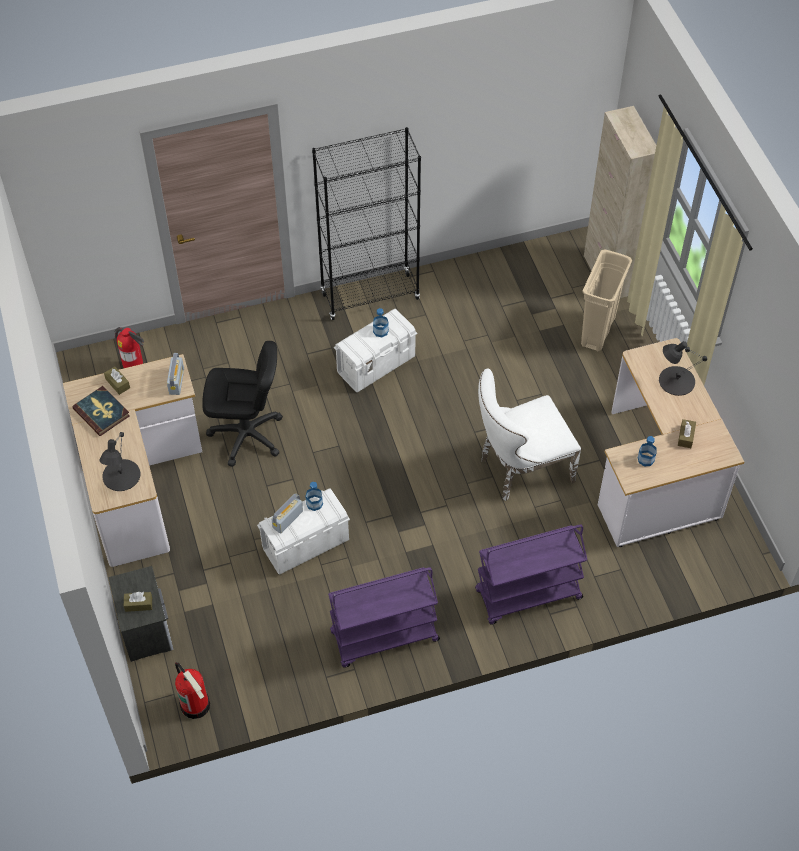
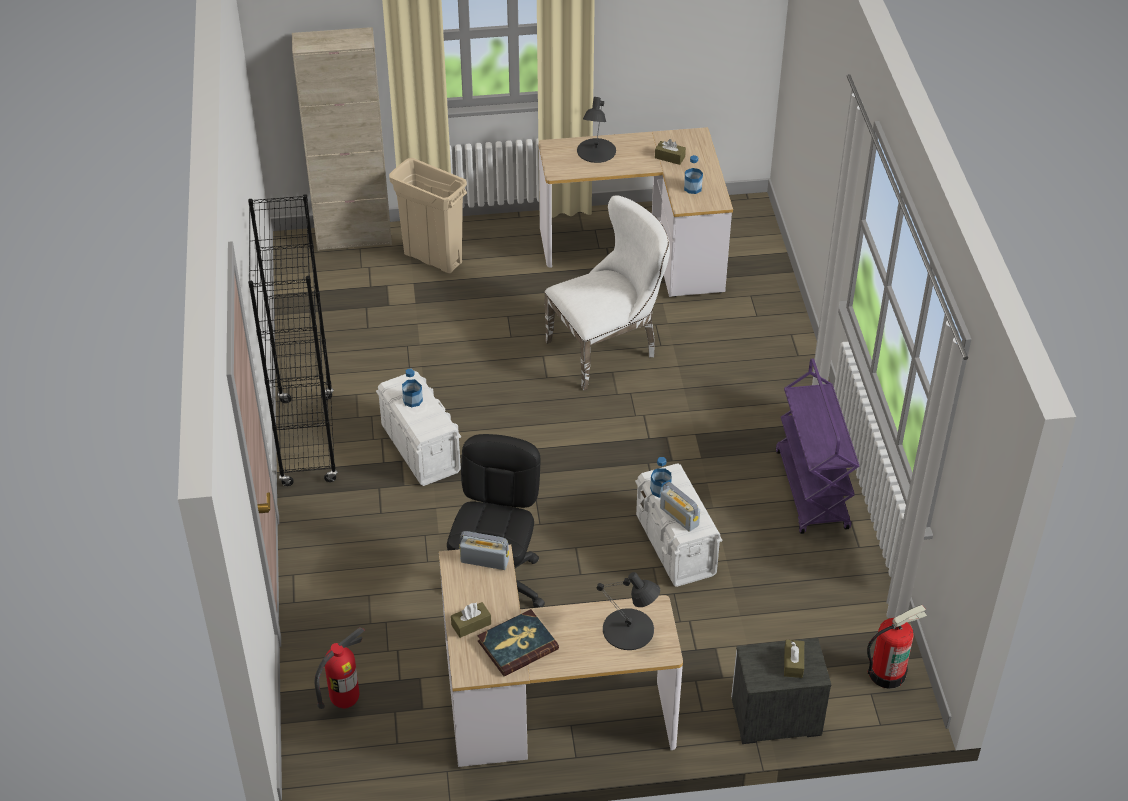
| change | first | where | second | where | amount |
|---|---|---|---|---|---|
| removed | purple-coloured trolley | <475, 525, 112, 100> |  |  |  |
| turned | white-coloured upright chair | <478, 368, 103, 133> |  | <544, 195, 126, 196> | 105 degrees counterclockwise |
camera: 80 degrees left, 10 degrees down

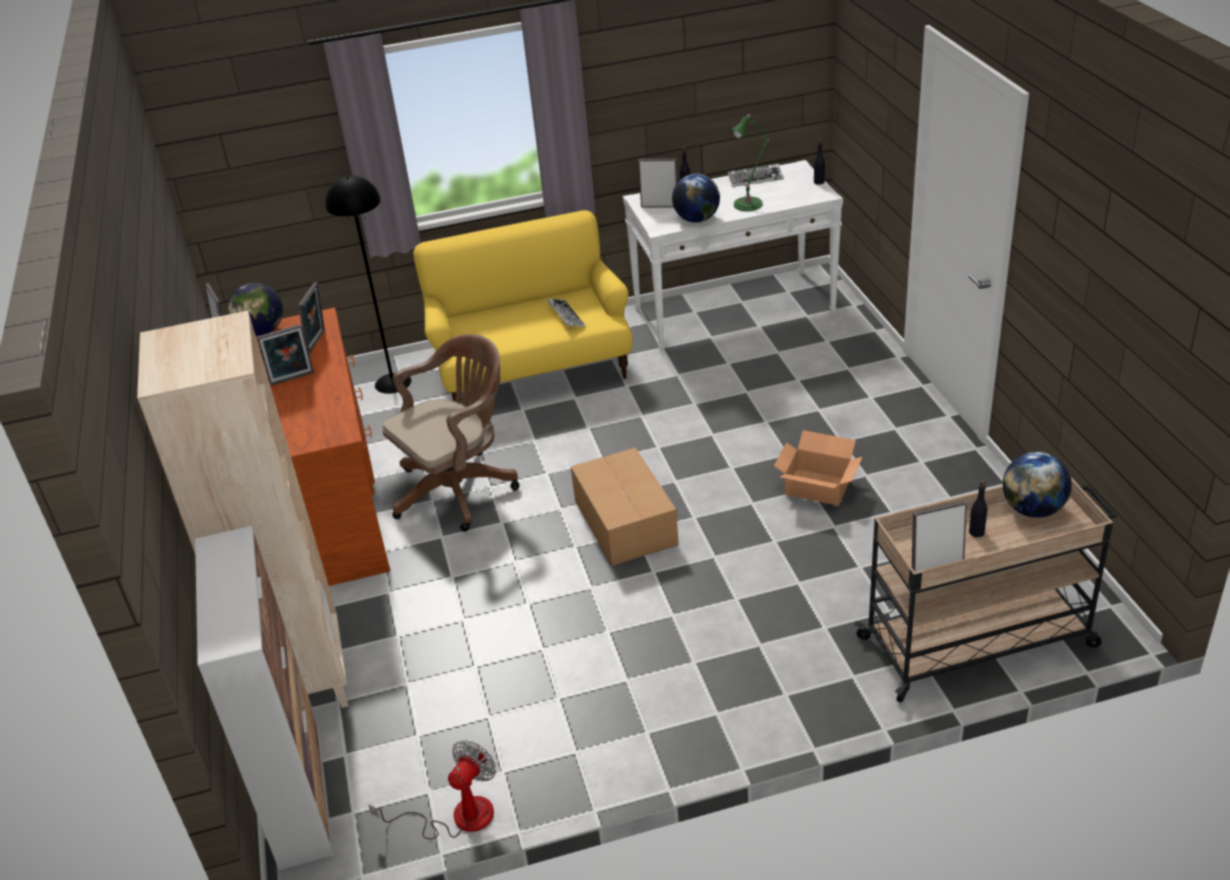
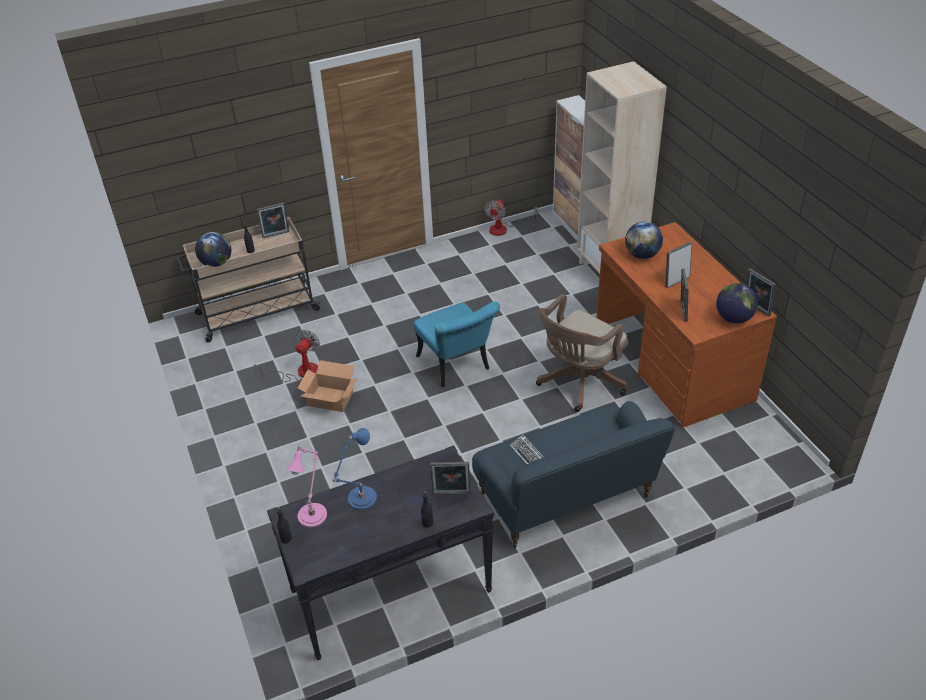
| change | first | where | second | where | amount |
|---|---|---|---|---|---|
| removed | blackish floor lamp | <325, 176, 86, 218> |  |  |  |
| recoloured | yellowish sofa | <413, 210, 220, 191> | blue sofa | <472, 401, 203, 147> |  |
| replaced | cardboard box | <571, 447, 108, 119> | turquoise upright chair | <414, 301, 86, 86> |  |
| recoloured | white-coloured hall table | <623, 160, 220, 191> | blackish hall table | <267, 445, 227, 216> |  |
| moved | desk globe | <672, 174, 48, 48> |  | <625, 221, 38, 38> |  |
| removed | PC keyboard | <728, 164, 56, 23> |  |  |  |
| recoloured | green-coloured table lamp | <730, 113, 39, 98> | blue table lamp | <333, 428, 44, 82> |  |
| added |  |  | fan | <254, 330, 66, 52> |  |
| added |  |  | pink-coloured table lamp | <286, 446, 41, 81> |  |
camera: 170 degrees right, 5 degrees up

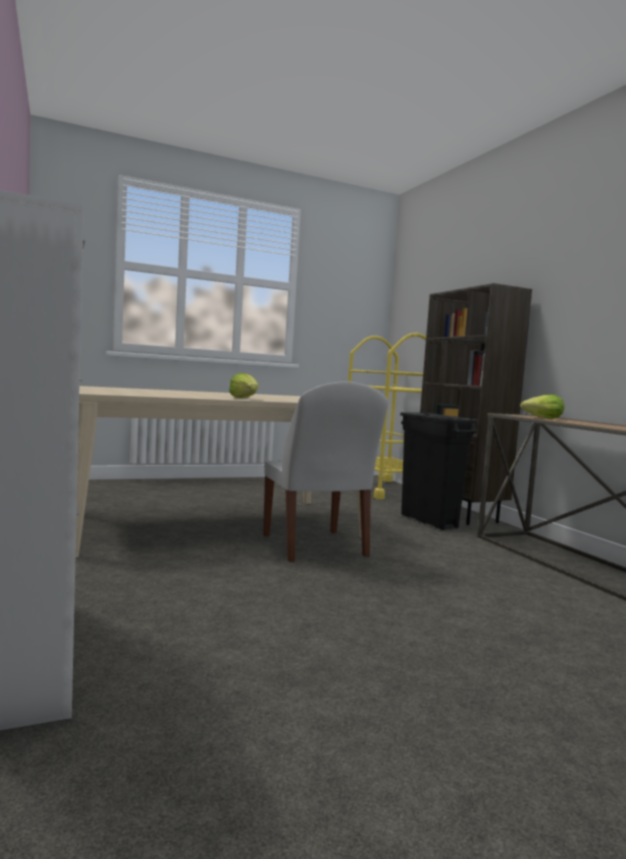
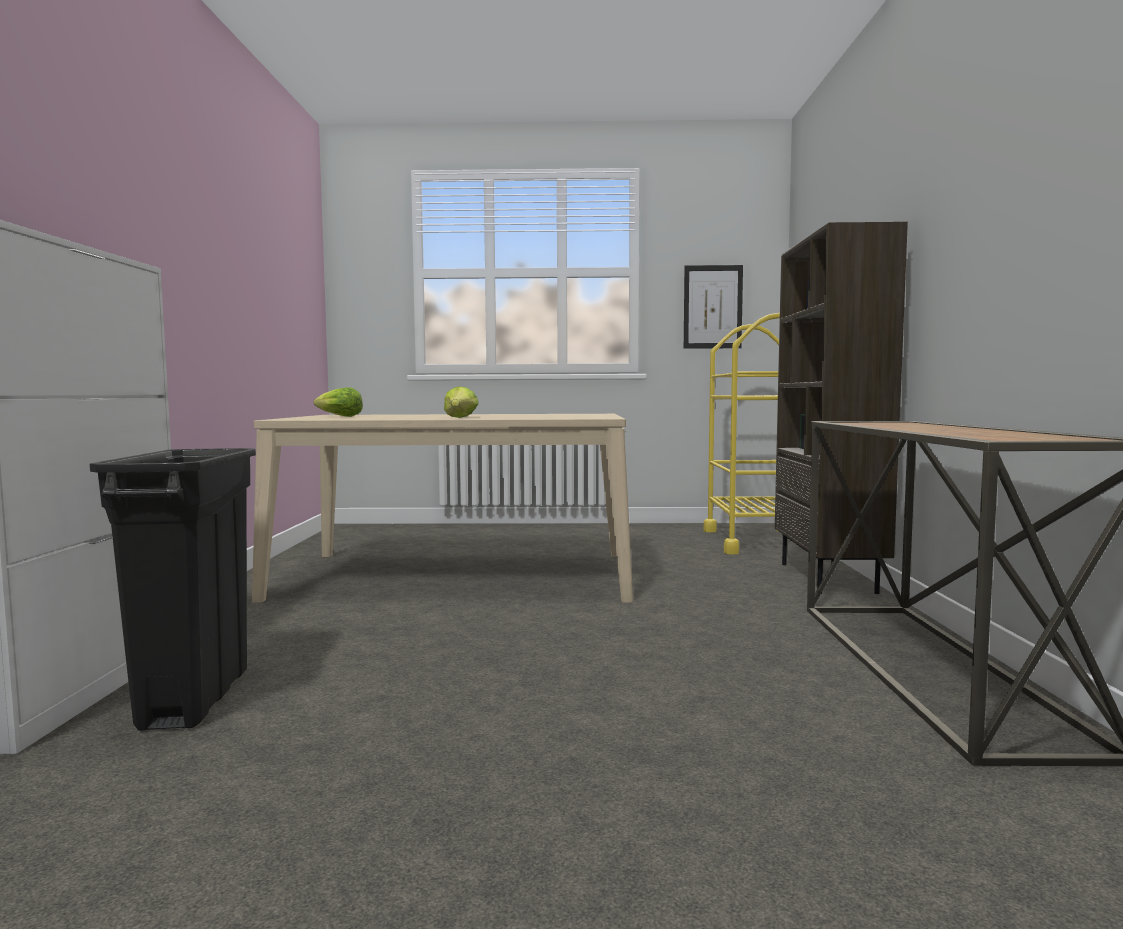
| change | first | where | second | where | amount |
|---|---|---|---|---|---|
| removed | white-coloured upright chair | <263, 381, 125, 181> |  |  |  |
| moved | blackish rubbish bin | <400, 412, 78, 118> |  | <90, 448, 166, 283> |  |
| moved | head of lettuce | <520, 395, 44, 24> |  | <314, 387, 49, 30> |  |
| added |  |  | wall art | <684, 265, 59, 84> |  |
camera: 25 degrees right, 0 degrees up

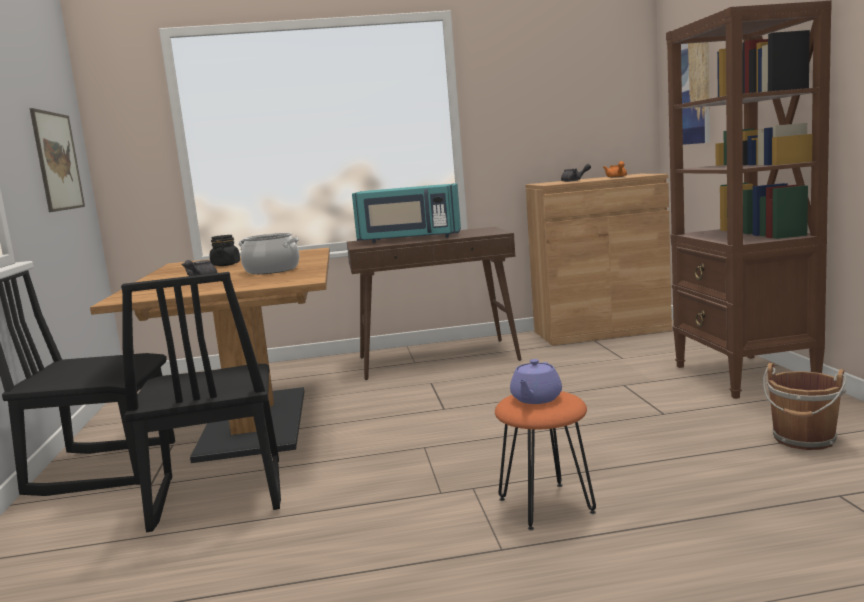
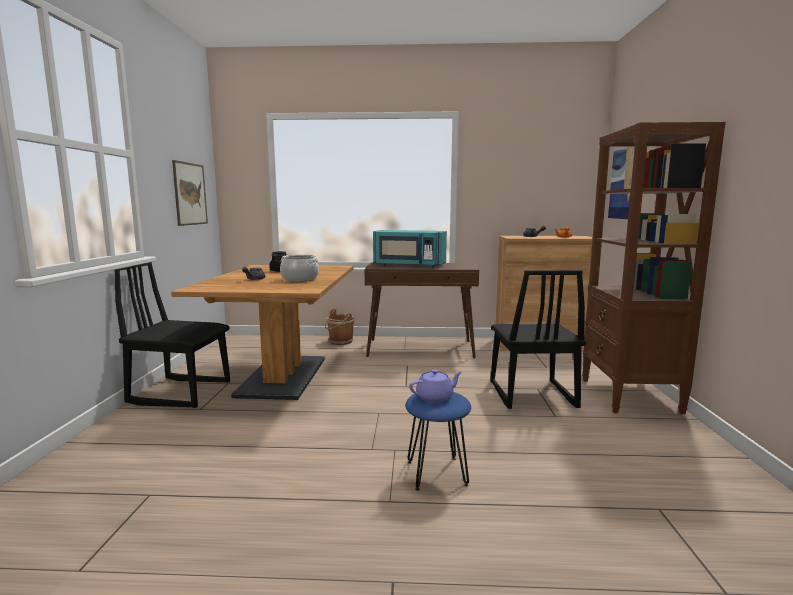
| change | first | where | second | where | amount |
|---|---|---|---|---|---|
| moved | blackish upright chair | <121, 272, 160, 260> |  | <491, 270, 95, 139> |  |
| recoloured | orange-coloured stool | <495, 391, 101, 139> | blue stool | <405, 392, 66, 99> |  |
| turned | purple-coloured teapot | <510, 359, 52, 45> |  | <409, 369, 53, 34> | 150 degrees counterclockwise |
| moved | brownish pail | <763, 363, 83, 87> |  | <325, 309, 30, 36> |  |
camera: 10 degrees right, 0 degrees up

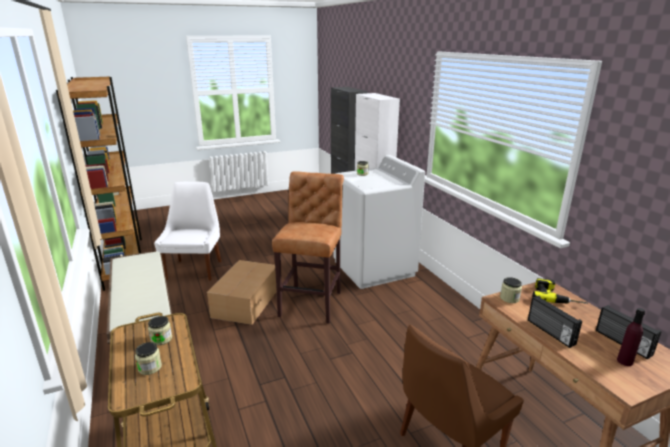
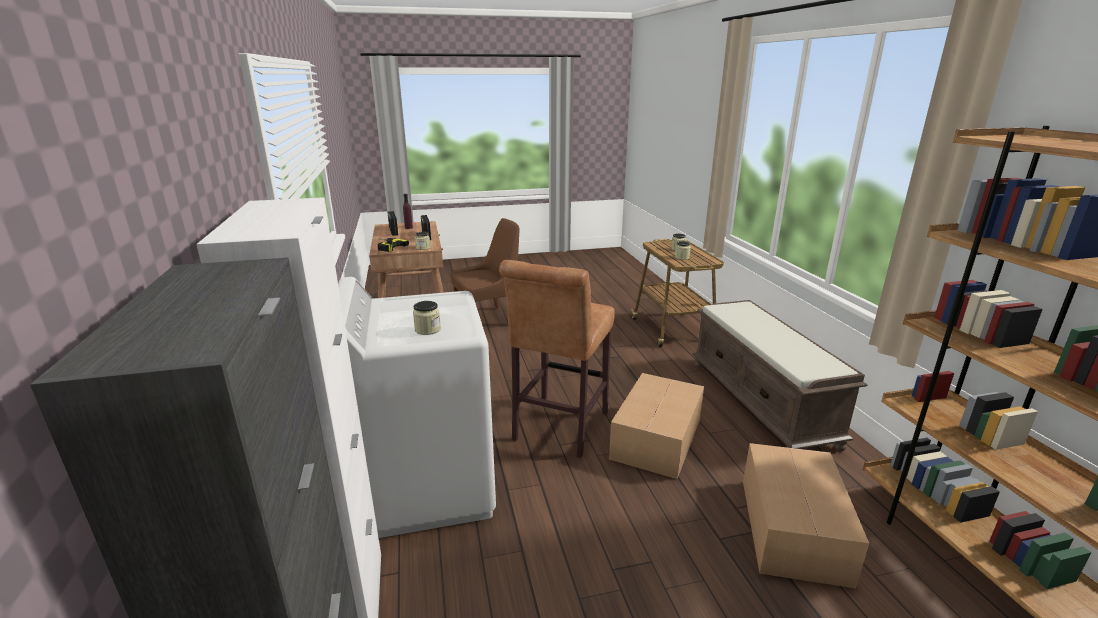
| change | first | where | second | where | amount |
|---|---|---|---|---|---|
| replaced | white-coloured upright chair | <154, 181, 67, 99> | cardboard box | <743, 443, 126, 145> |  |
camera: 170 degrees left, 0 degrees up

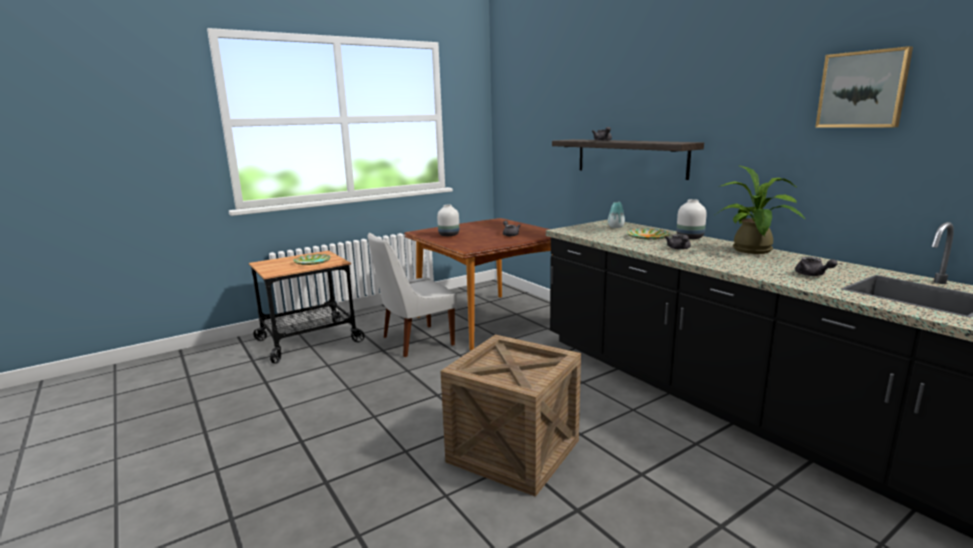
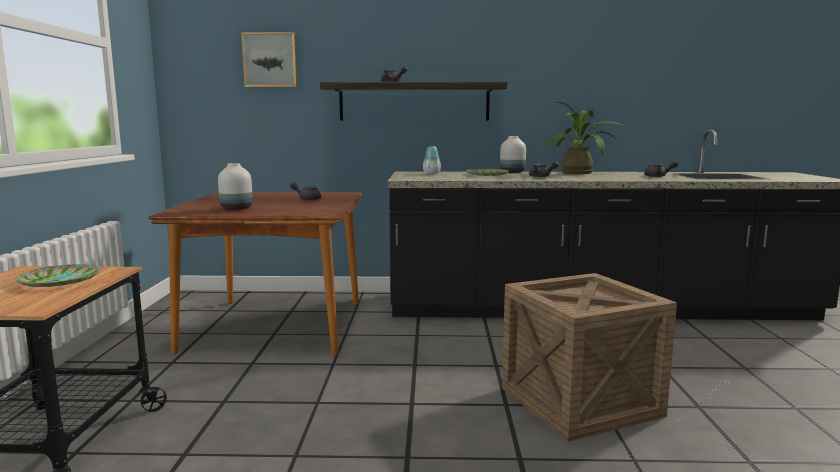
| change | first | where | second | where | amount |
|---|---|---|---|---|---|
| removed | white-coloured upright chair | <368, 233, 89, 124> |  |  |  |
| moved | wall art | <815, 46, 98, 81> |  | <241, 32, 57, 55> |  |
camera: 55 degrees left, 5 degrees down

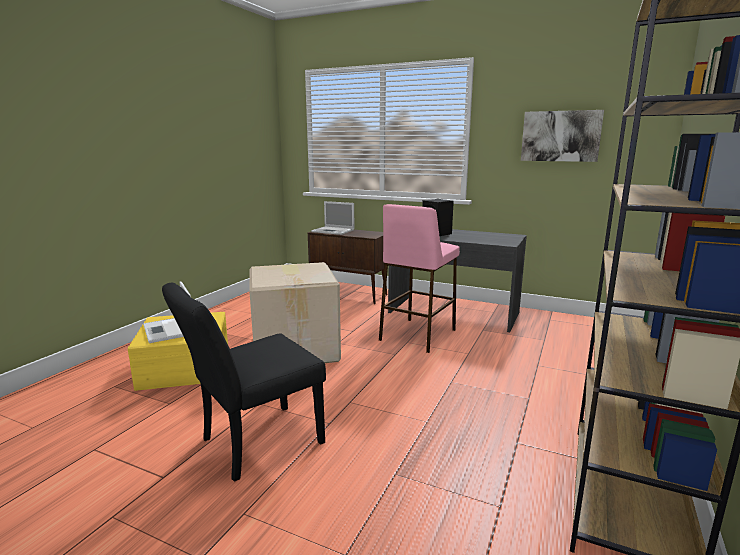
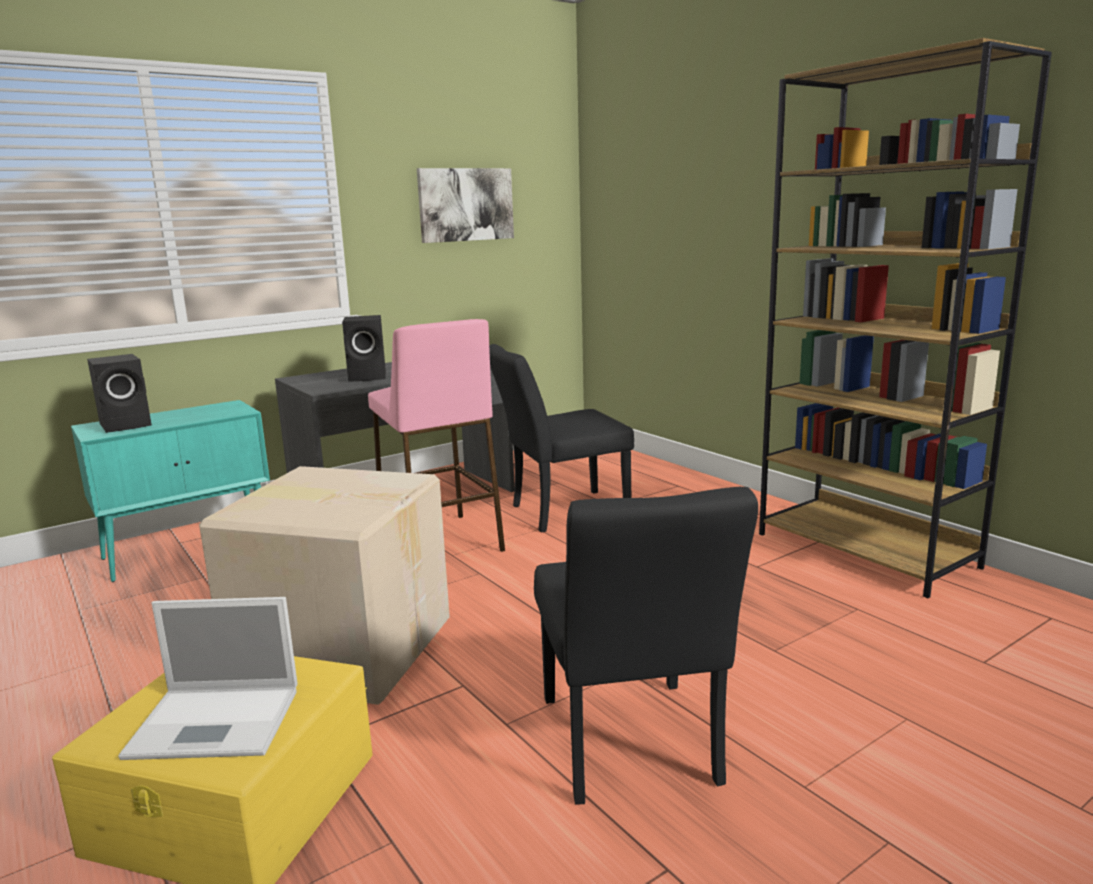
| change | first | where | second | where | amount |
|---|---|---|---|---|---|
| recoloured | brownish cabinet | <308, 230, 81, 74> | turquoise cabinet | <71, 400, 199, 182> |  |
| replaced | portable computer | <311, 201, 43, 34> | blackish loudspeaker | <87, 354, 65, 79> |  |
| added |  |  | blackish upright chair | <489, 344, 145, 189> |  |
camera: 60 degrees left, 0 degrees up

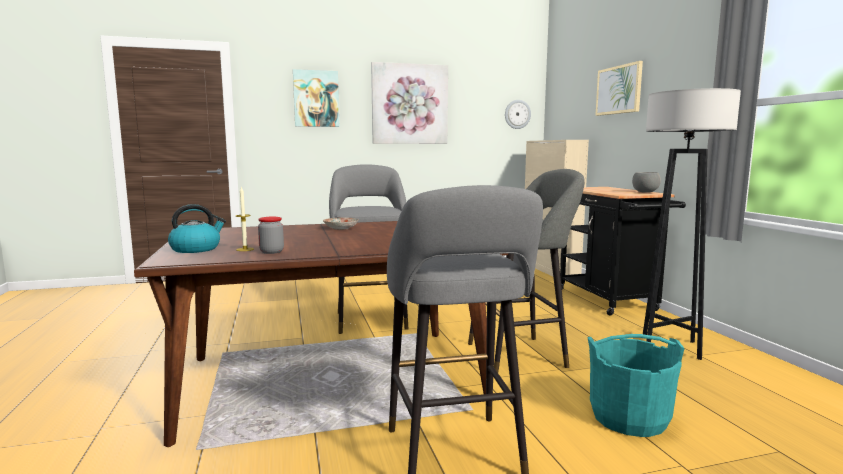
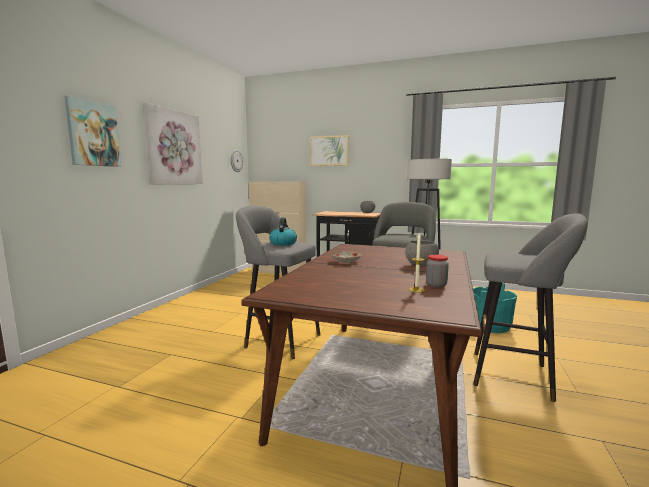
| change | first | where | second | where | amount |
|---|---|---|---|---|---|
| moved | kettle | <168, 204, 58, 49> |  | <269, 217, 28, 28> |  |
| added |  |  | greyish deep dish | <405, 240, 34, 27> |  |
camera: 55 degrees left, 0 degrees up

